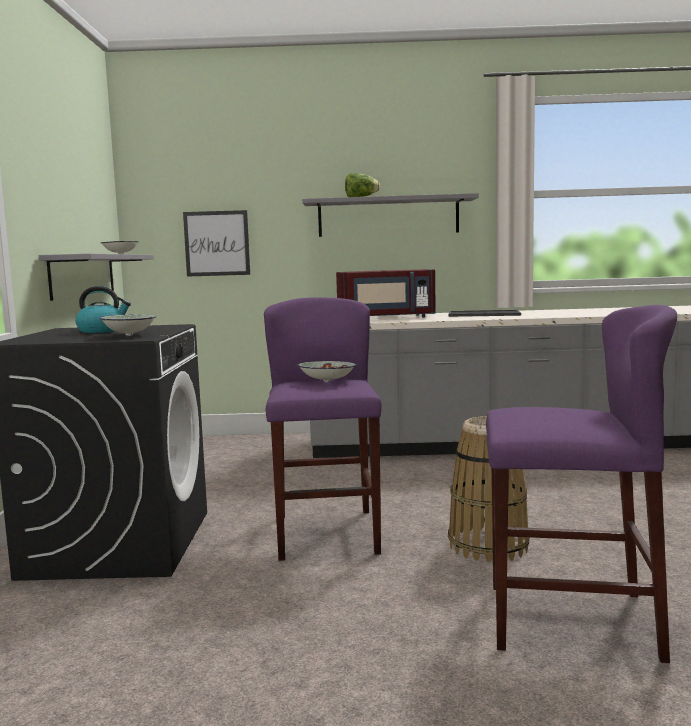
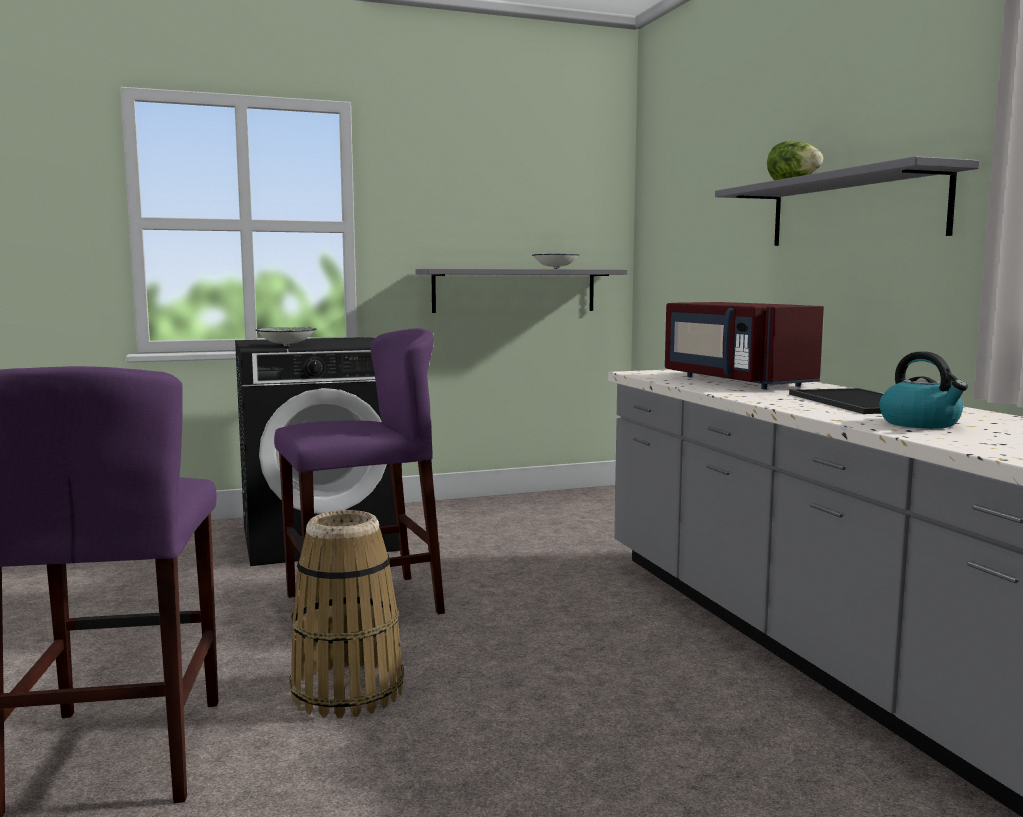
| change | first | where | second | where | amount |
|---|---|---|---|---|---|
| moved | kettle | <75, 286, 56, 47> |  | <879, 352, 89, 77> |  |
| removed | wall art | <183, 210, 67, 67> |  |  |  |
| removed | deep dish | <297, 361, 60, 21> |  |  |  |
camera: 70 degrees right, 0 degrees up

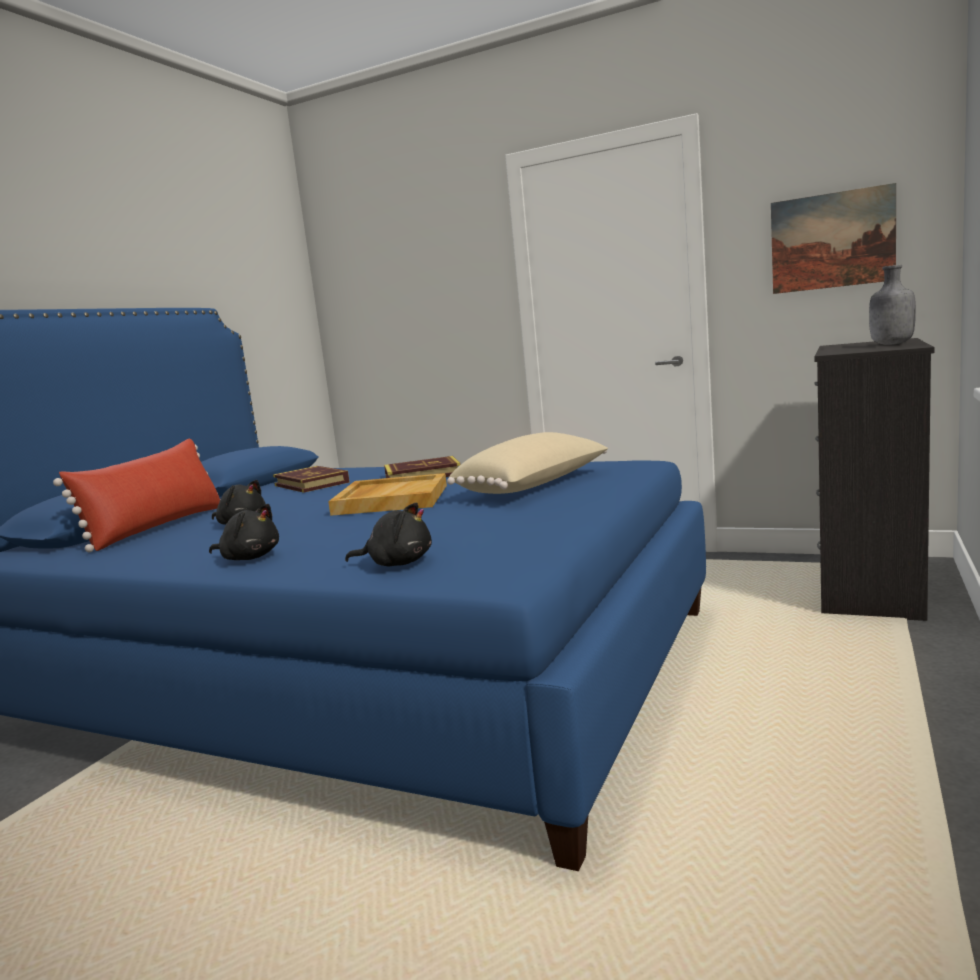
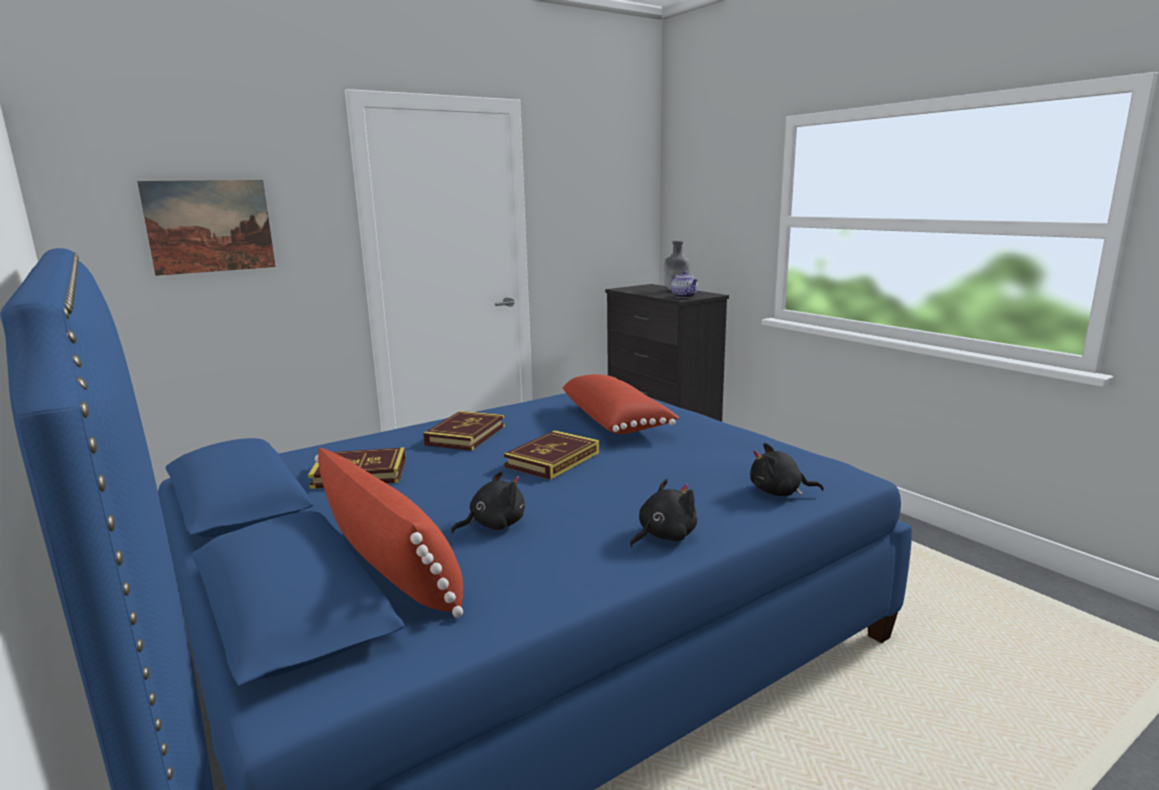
| change | first | where | second | where | amount |
|---|---|---|---|---|---|
| replaced | sand-coloured serving tray | <328, 473, 119, 43> | book | <504, 430, 95, 50> |  |
| turned | blackish soft toy | <345, 502, 87, 64> |  | <750, 443, 74, 53> | 120 degrees counterclockwise |
| recoloured | sand-coloured pillow | <447, 432, 161, 62> | red-coloured pillow | <562, 374, 117, 60> |  |
| moved | wall art | <771, 183, 125, 111> |  | <137, 180, 139, 96> |  |
| added |  |  | teapot | <671, 271, 27, 27> |  |
camera: 60 degrees left, 5 degrees up

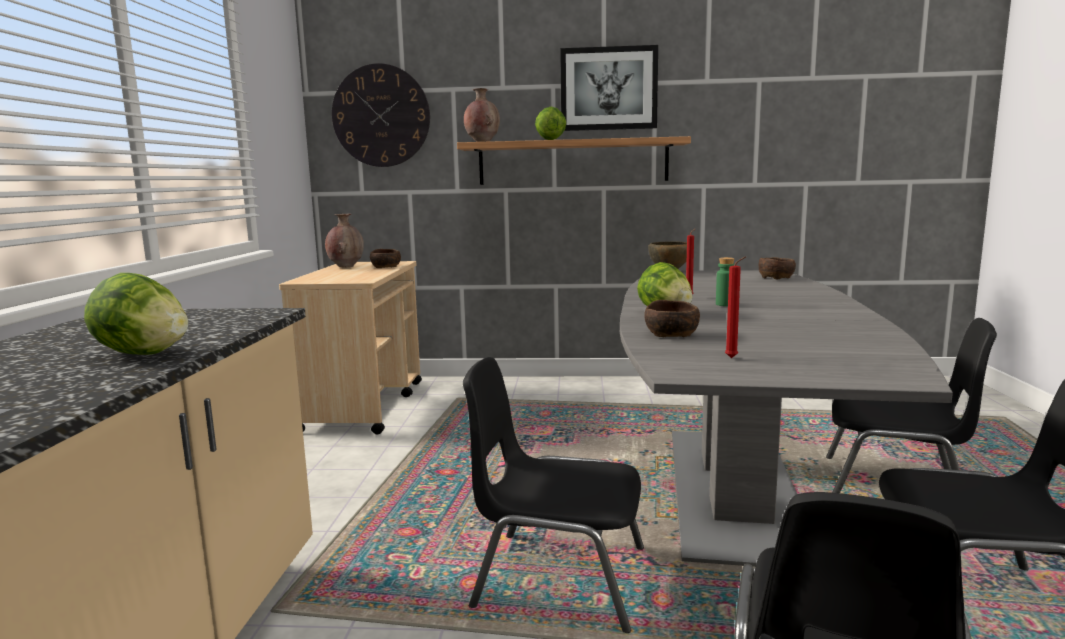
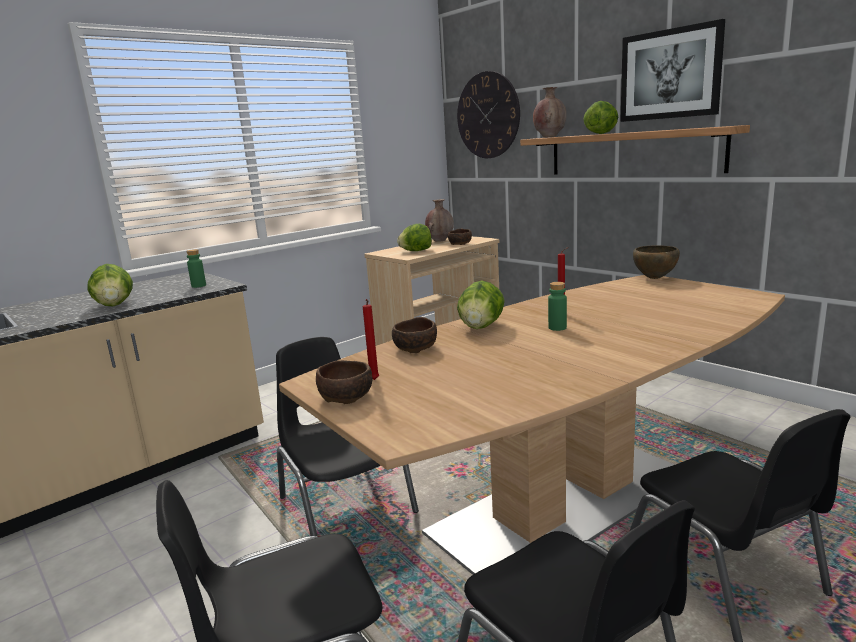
| change | first | where | second | where | amount |
|---|---|---|---|---|---|
| recoloured | greyish dining table | <620, 270, 333, 297> | brownish dining table | <279, 275, 506, 300> |  |
| moved | brownish deep dish | <759, 257, 37, 22> |  | <316, 360, 57, 44> |  |
| added |  |  | green-coloured drink bottle | <186, 249, 20, 39> |  |
| added |  |  | head of lettuce | <397, 224, 35, 27> |  |
camera: 45 degrees right, 5 degrees up

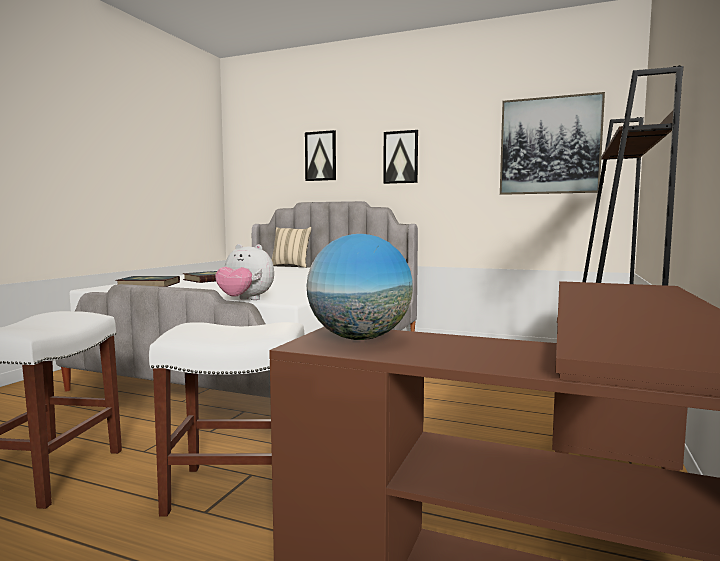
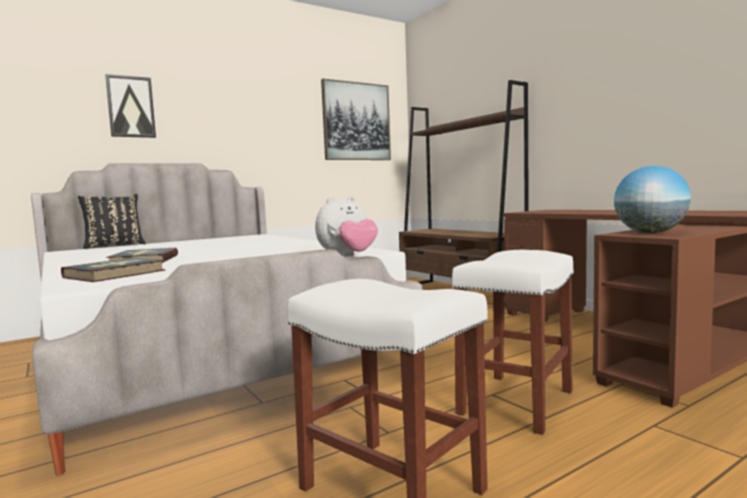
| change | first | where | second | where | amount |
|---|---|---|---|---|---|
| recoloured | sand-coloured pillow | <271, 227, 40, 41> | blackish pillow | <78, 194, 68, 55> |  |
| removed | wall art | <383, 130, 35, 54> |  |  |  |
camera: 55 degrees left, 0 degrees up

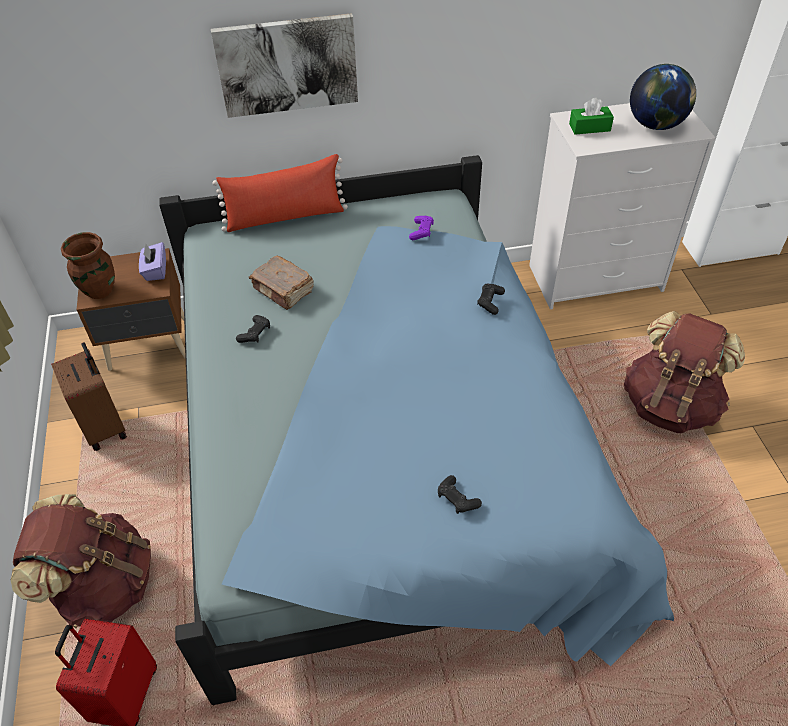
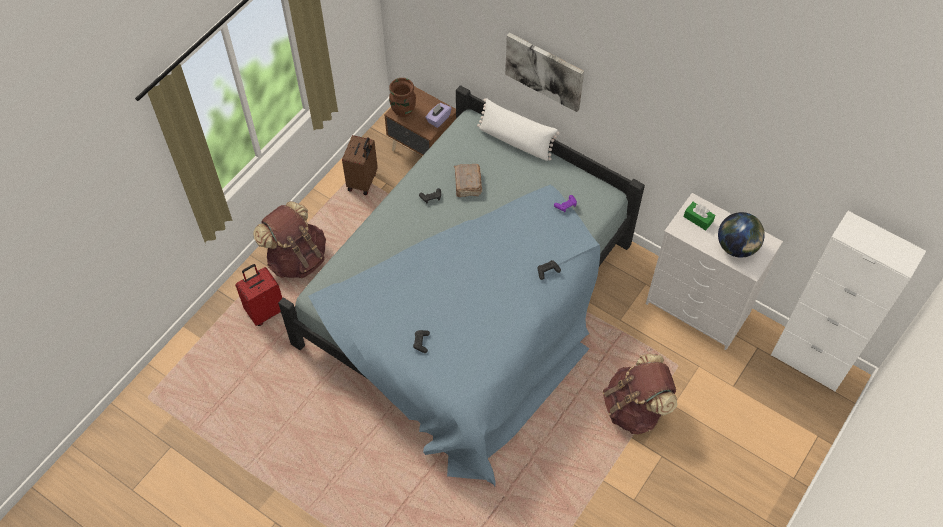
| change | first | where | second | where | amount |
|---|---|---|---|---|---|
| recoloured | red-coloured pillow | <213, 154, 135, 78> | white-coloured pillow | <477, 98, 83, 63> |  |
camera: 45 degrees right, 10 degrees up

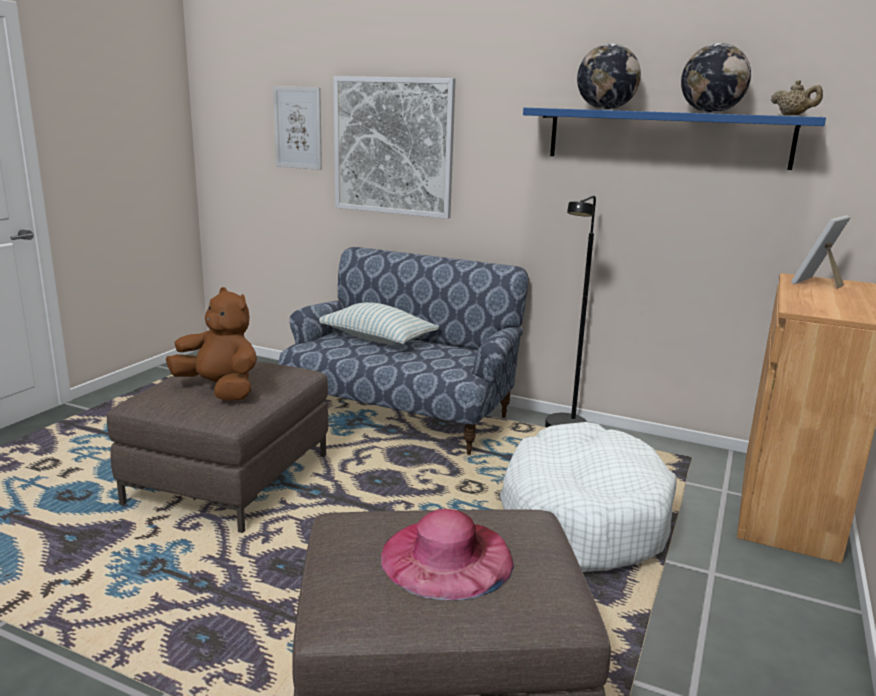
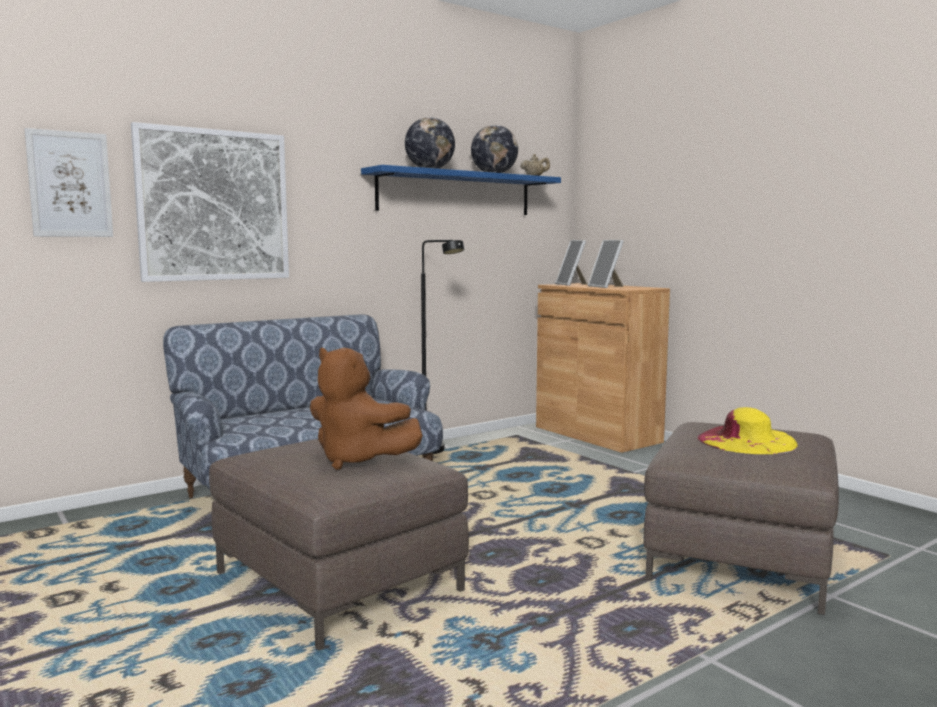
| change | first | where | second | where | amount |
|---|---|---|---|---|---|
| turned | brownish soft toy | <166, 287, 91, 114> |  | <310, 348, 113, 122> | 120 degrees counterclockwise |
| removed | pillow | <319, 302, 120, 42> |  |  |  |
| recoloured | pink-coloured clothing hat | <381, 509, 133, 91> | yellowish clothing hat | <698, 407, 100, 47> |  |
| removed | white-coloured dog bed | <500, 422, 177, 150> |  |  |  |
| added |  |  | photo frame | <588, 240, 36, 48> |  |
camera: 60 degrees left, 10 degrees down

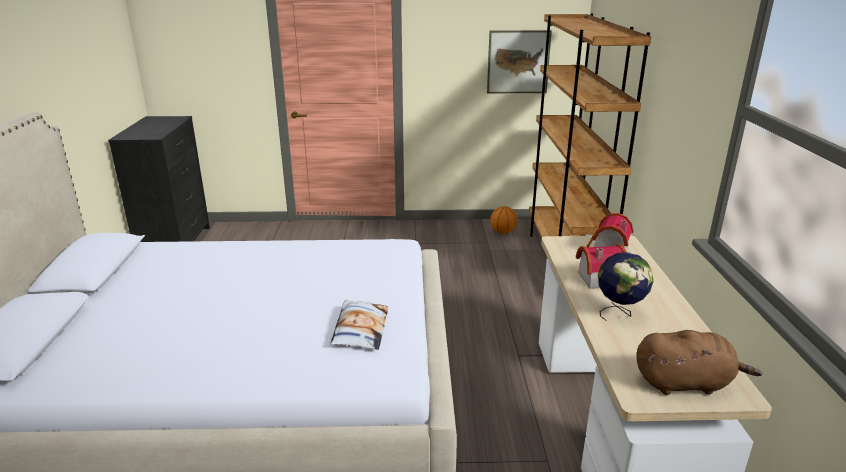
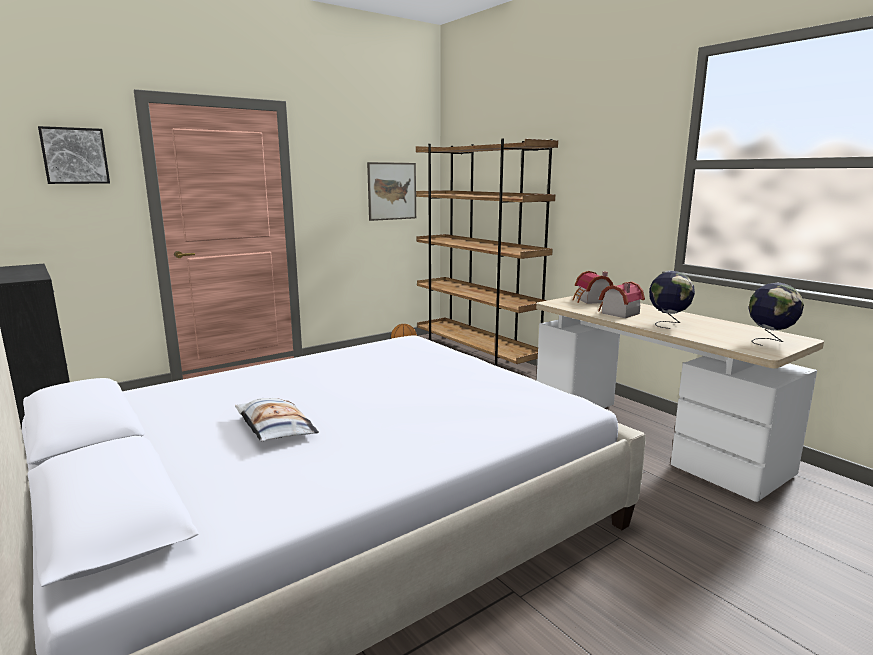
| change | first | where | second | where | amount |
|---|---|---|---|---|---|
| moved | pillow | <330, 300, 58, 50> |  | <235, 398, 84, 43> |  |
| replaced | brownish soft toy | <636, 330, 126, 65> | desk globe | <748, 283, 56, 63> |  |
| added |  |  | wall art | <38, 126, 72, 58> |  |
camera: 35 degrees left, 10 degrees down

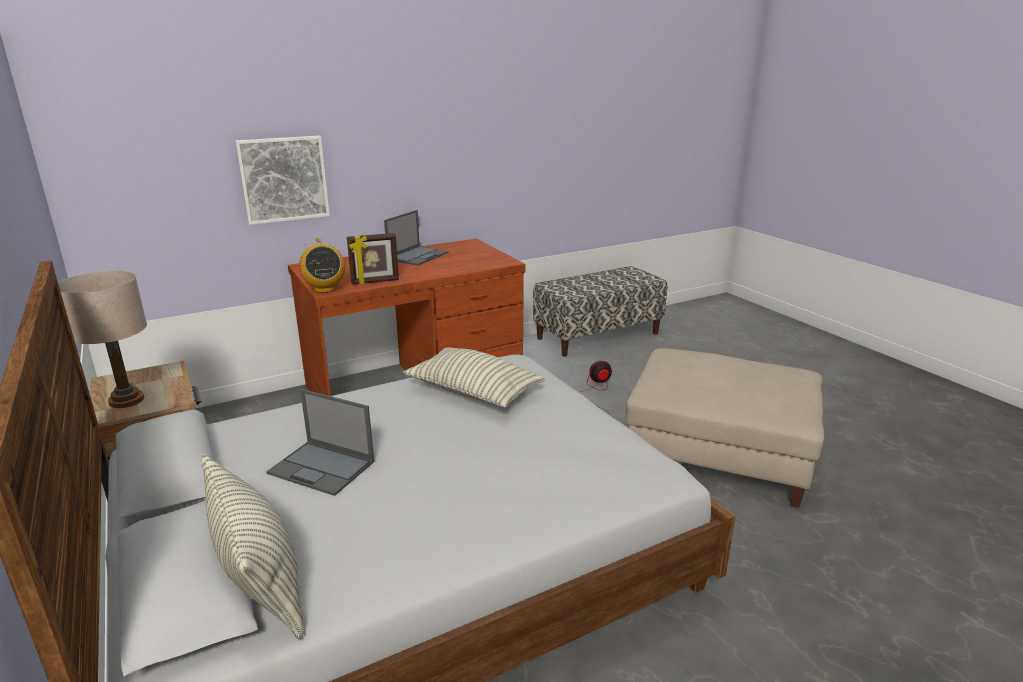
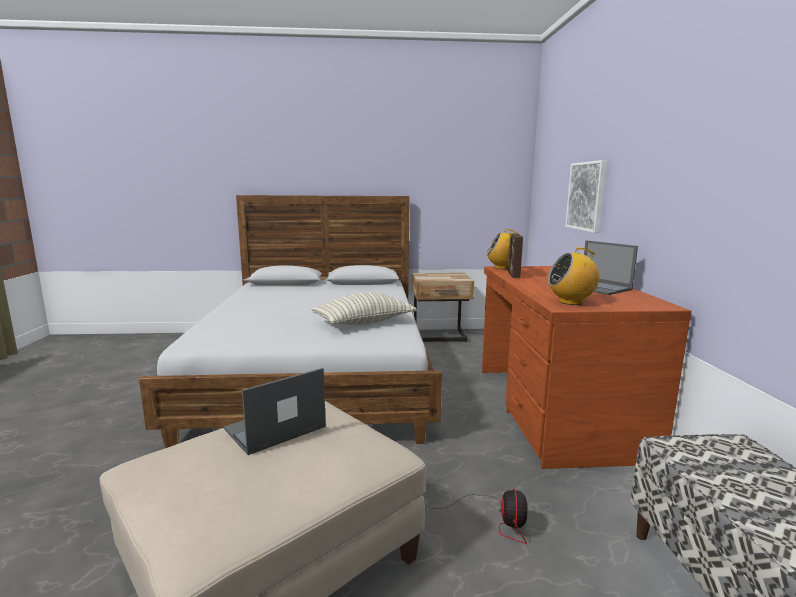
| change | first | where | second | where | amount |
|---|---|---|---|---|---|
| removed | sand-coloured table lamp | <58, 270, 89, 138> |  |  |  |
| removed | pillow | <201, 454, 103, 185> |  |  |  |
| moved | portable computer | <266, 389, 108, 107> |  | <224, 368, 102, 87> |  |
| added |  |  | radio | <548, 247, 51, 58> |  |
camera: 115 degrees right, 10 degrees down

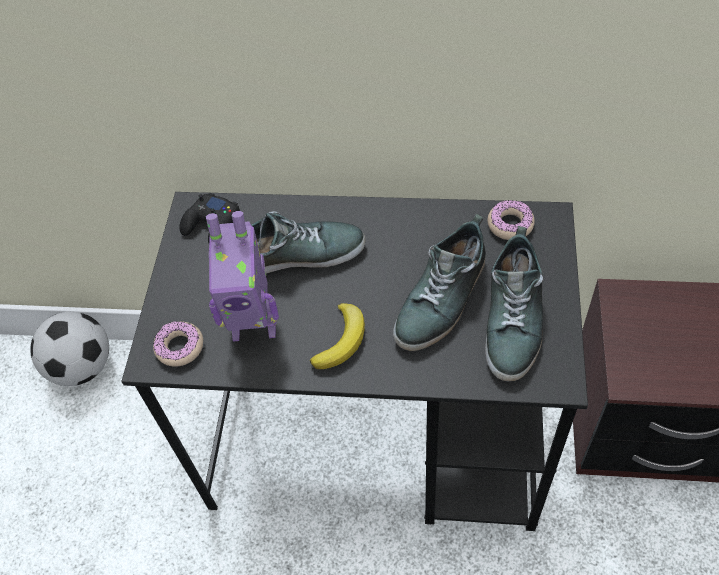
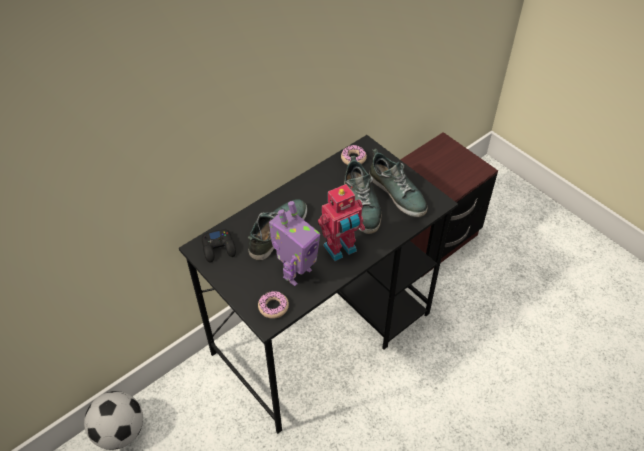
| change | first | where | second | where | amount |
|---|---|---|---|---|---|
| replaced | banana | <310, 303, 55, 66> | toy robot | <318, 184, 47, 77> |  |
camera: 50 degrees left, 5 degrees down

